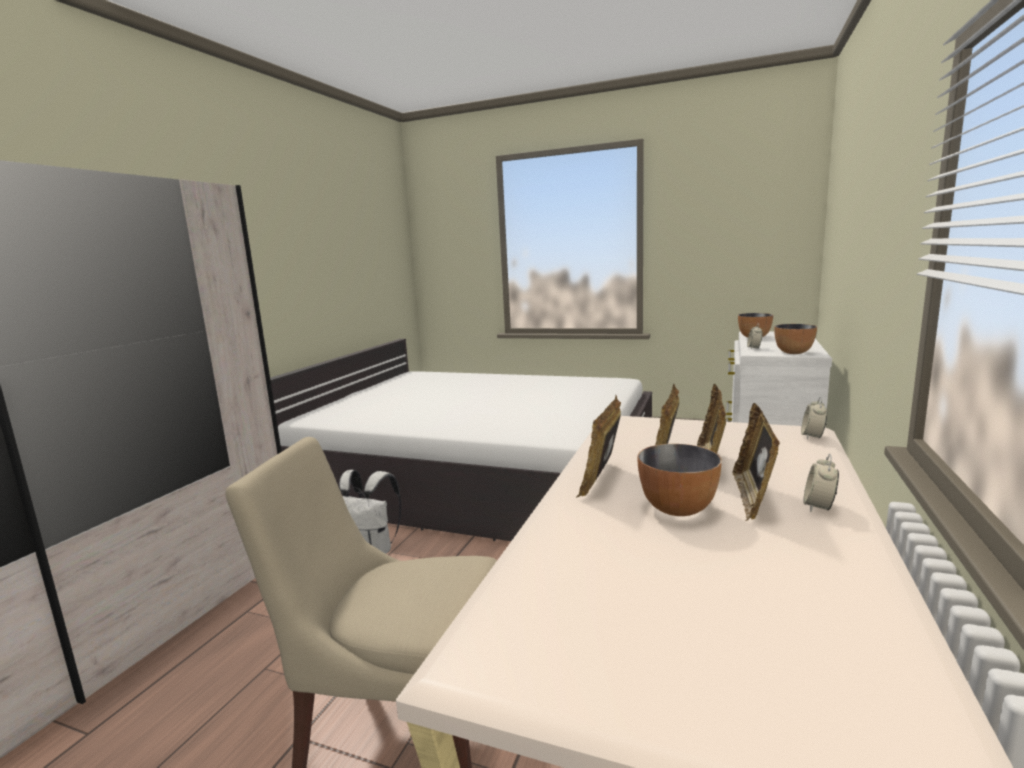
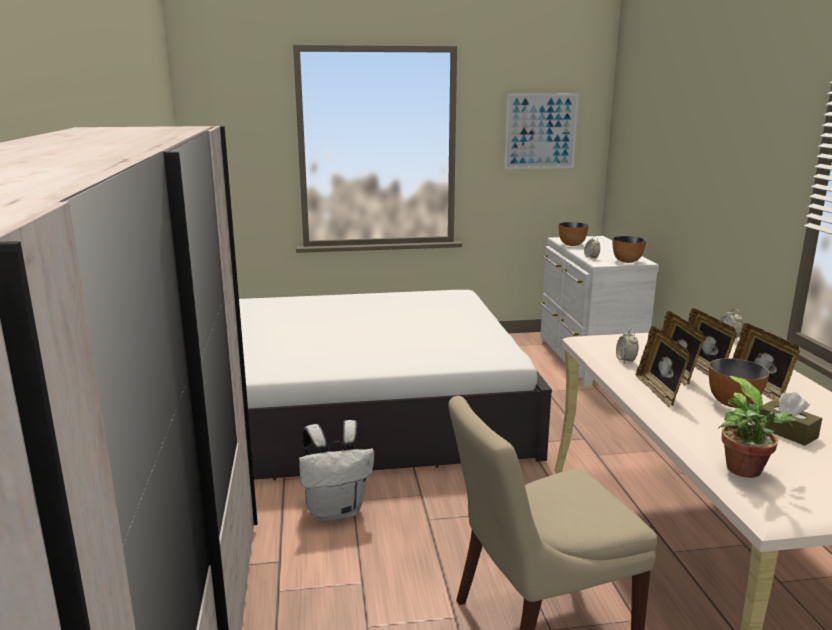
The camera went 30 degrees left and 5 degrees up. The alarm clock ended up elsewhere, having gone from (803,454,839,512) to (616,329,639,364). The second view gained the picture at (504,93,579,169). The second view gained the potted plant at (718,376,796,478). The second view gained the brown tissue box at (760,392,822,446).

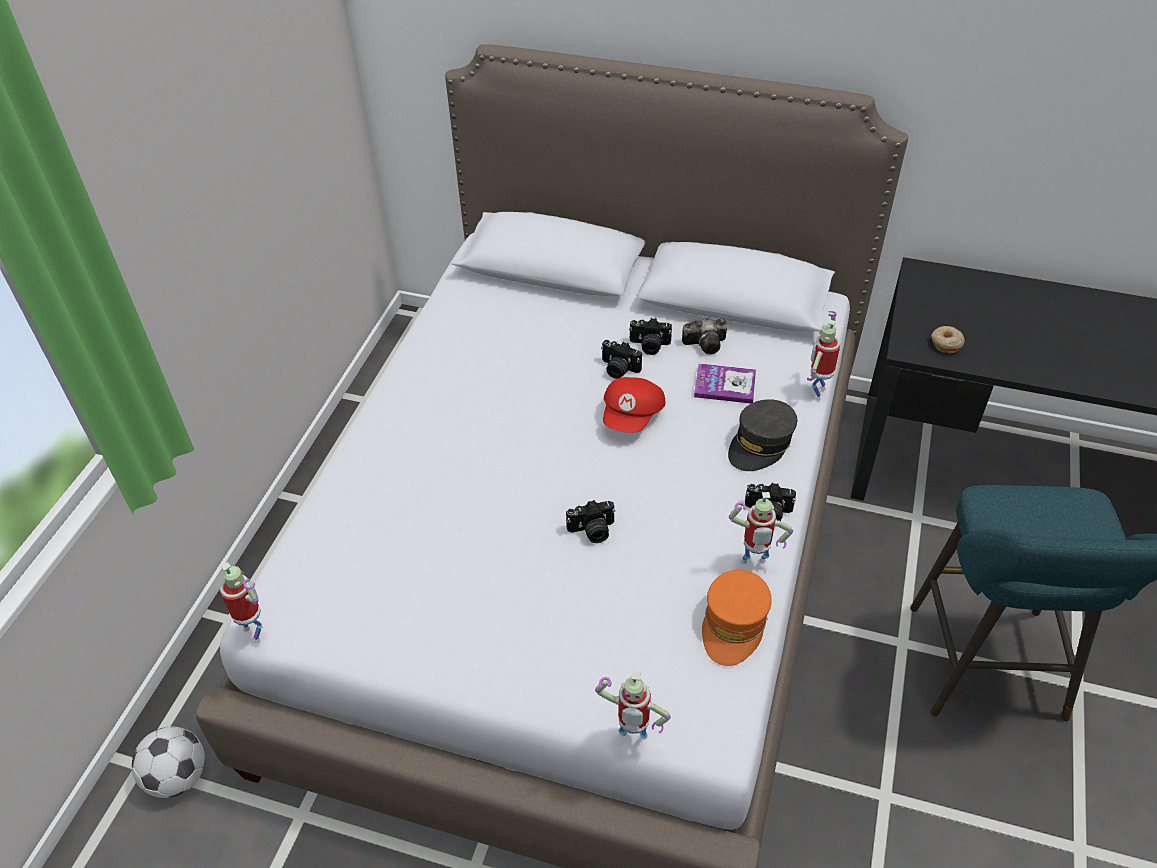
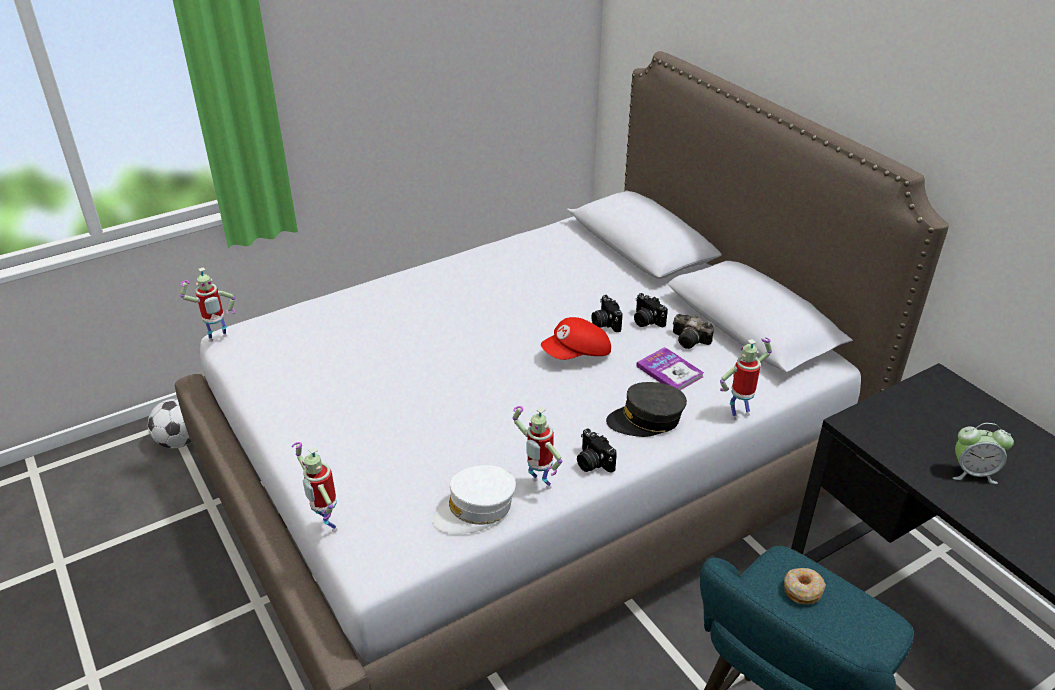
The camera went 40 degrees right and 10 degrees down. The donut ended up elsewhere, having gone from (931,326,965,353) to (784,568,826,604). The second view lost the photo camera at (566,500,616,543). The toy robot at (220,562,262,644) ended up facing another way, 60 degrees clockwise from before. What was the orange cap at (702,570,772,666) turned into the white cap at (432,465,516,534). The second view gained the alarm clock at (953,423,1014,484).

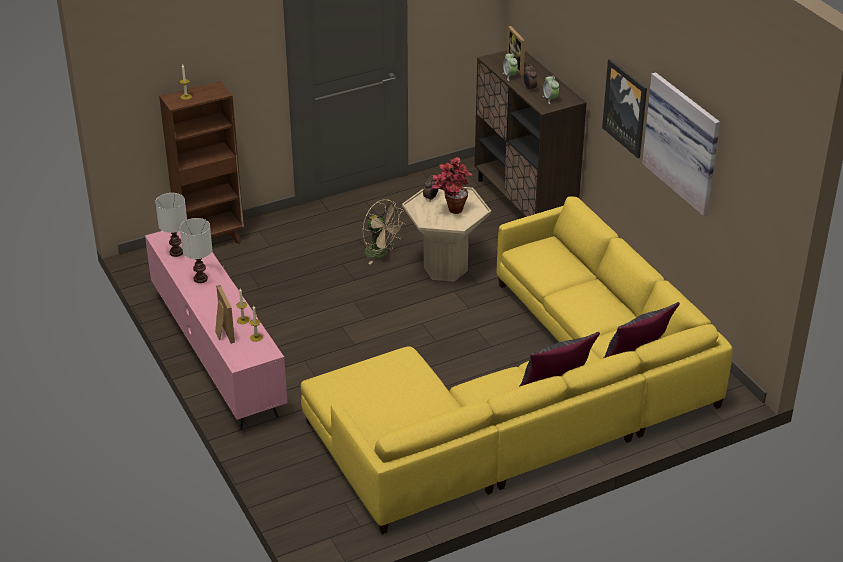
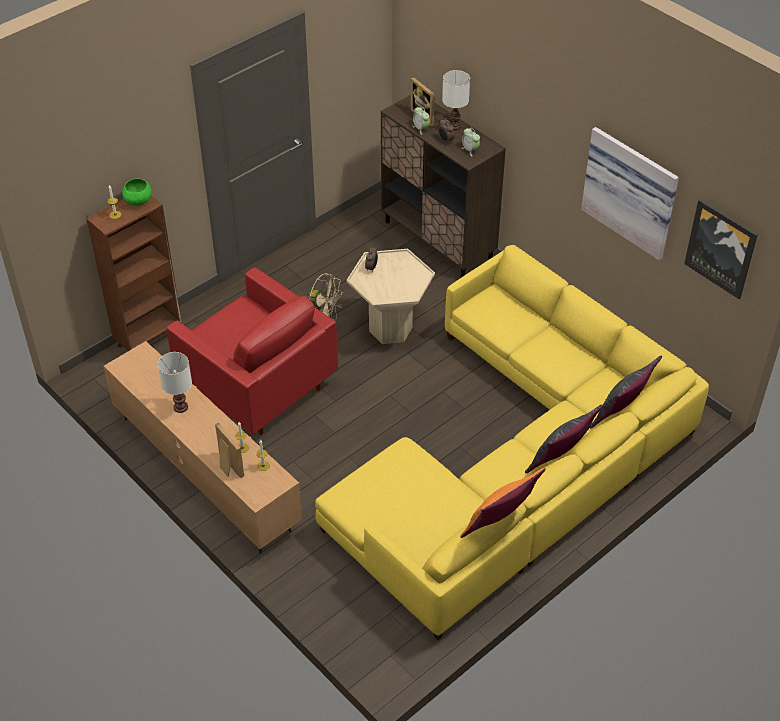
The camera went 15 degrees left and 10 degrees up. The picture ended up elsewhere, having gone from (602,59,647,158) to (684,199,758,299). The second view lost the potted plant at (431,157,472,214). The white table lamp ended up elsewhere, having gone from (155,193,187,257) to (442,70,470,130). What was the pink tv stand at (145,231,287,430) turned into the brown tv stand at (104,341,302,554). The second view gained the green bowl at (122,179,152,206). The second view gained the red armchair at (167,267,338,435). The second view gained the orange pillow at (460,468,546,538).

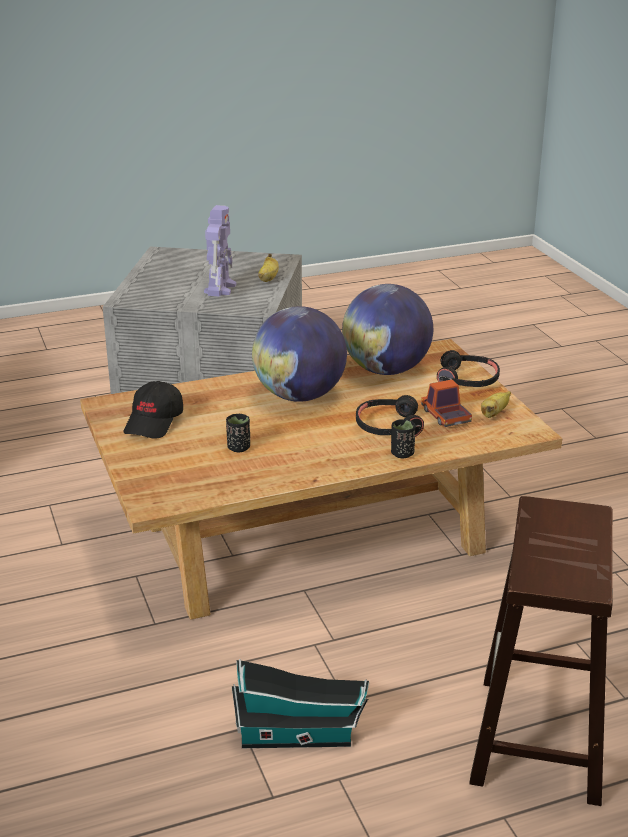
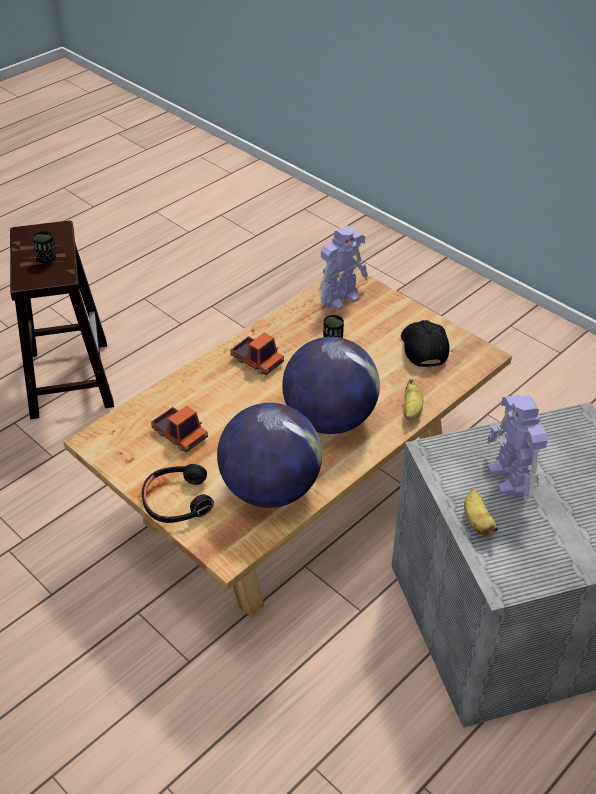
The camera went 155 degrees right and 15 degrees up. The banana ended up elsewhere, having gone from (481,391,511,418) to (404,379,423,420). The second view lost the black headphones at (356,395,424,437). The black cup ended up elsewhere, having gone from (391,419,415,458) to (32,231,56,264). The second view lost the toy house at (232,659,369,748). The second view gained the toy robot at (319,226,368,310). The second view gained the toy truck at (231,333,284,375).

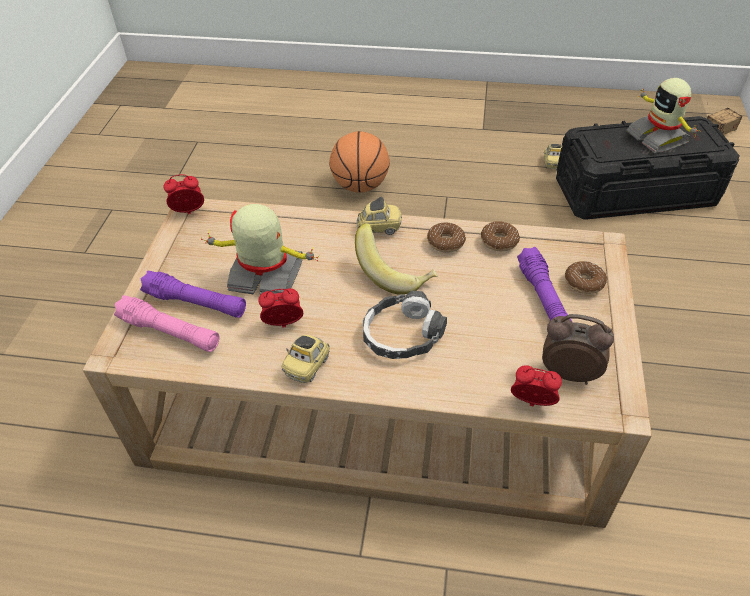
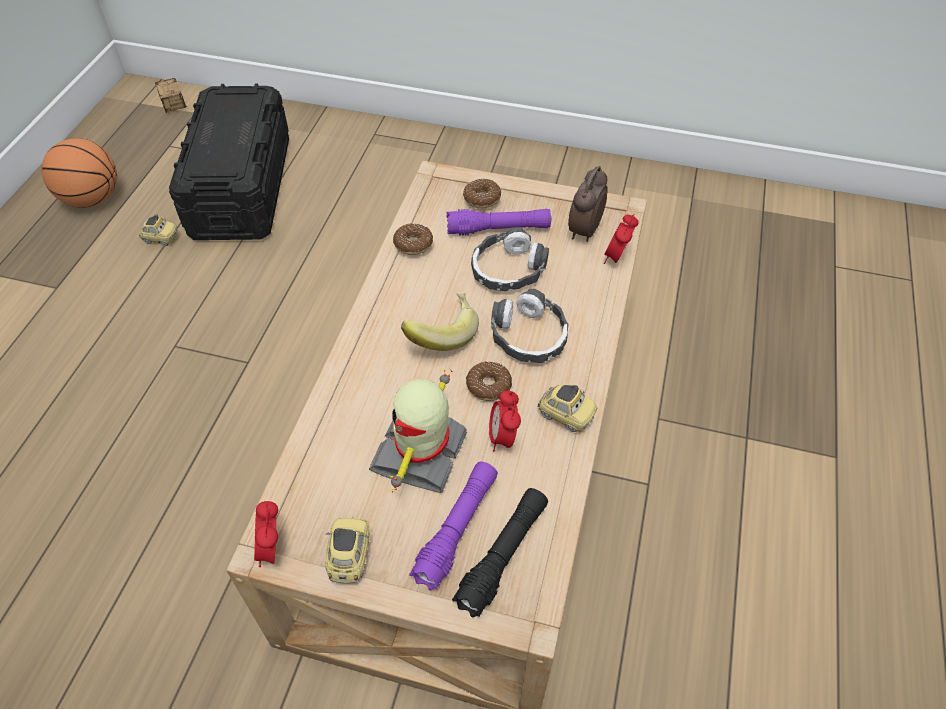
The camera went 85 degrees left and 5 degrees up. The second view lost the toy robot at (626,78,701,153). The basketball ended up elsewhere, having gone from (329,131,390,193) to (42,138,117,208). The toy car ended up elsewhere, having gone from (357,197,402,235) to (326,518,370,583). The donut ended up elsewhere, having gone from (427,223,466,253) to (466,361,512,401). What was the pink flashlight at (114,295,220,352) turned into the black flashlight at (452,488,548,618). The second view gained the headphones at (471,227,549,291).

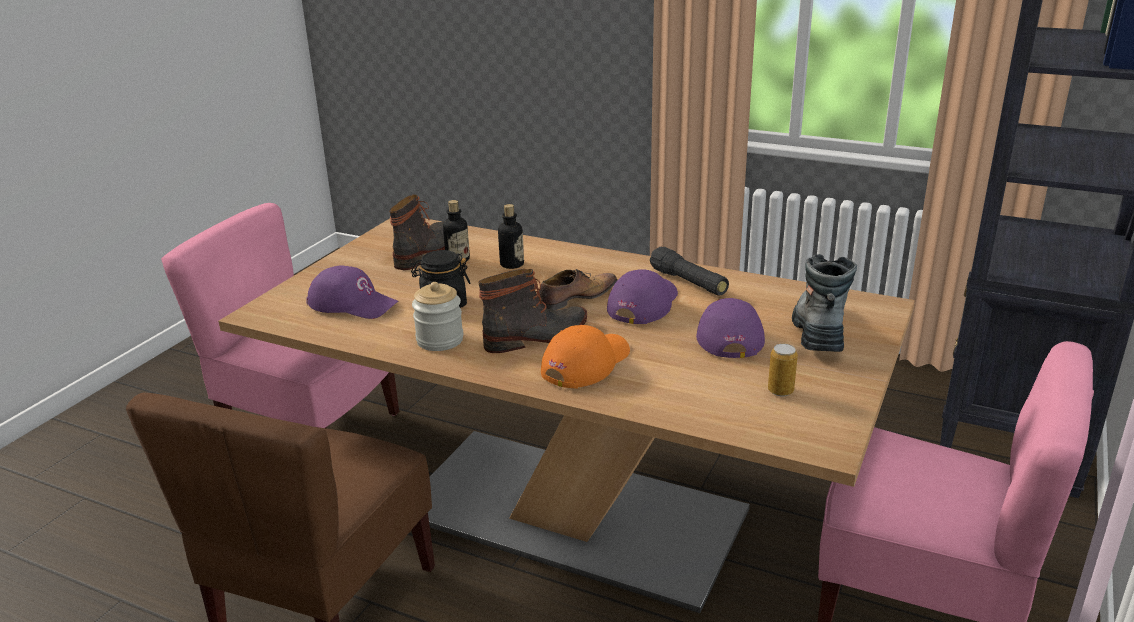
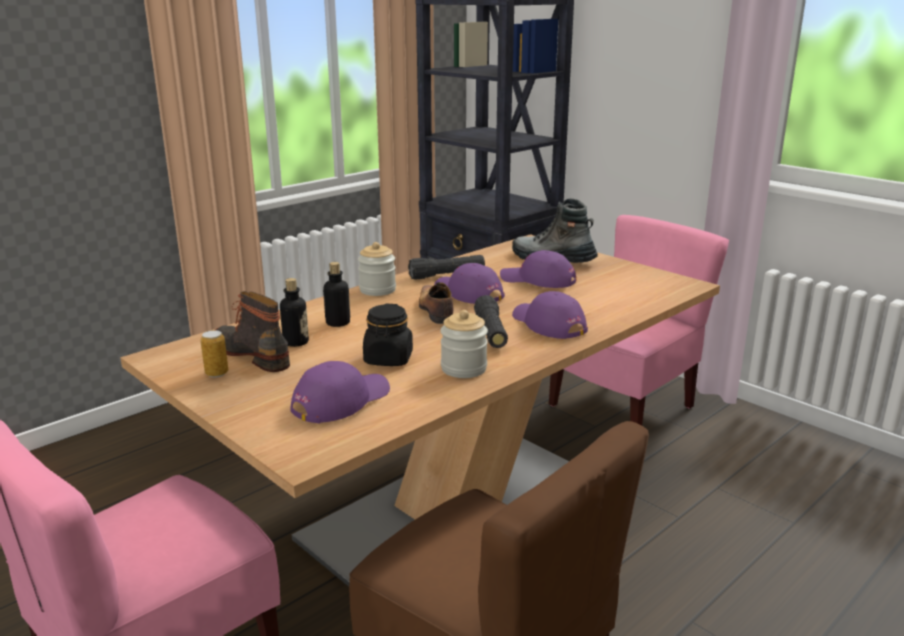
The camera went 70 degrees left and 5 degrees down. Where the boot stood at (479,269,587,353), the black flashlight came to stand at (474,295,508,348). What was the orange cap at (541,325,630,389) turned into the purple cap at (512,291,588,339). The can ended up elsewhere, having gone from (768,344,798,396) to (200,330,228,377). The second view gained the jar at (358,242,396,296).

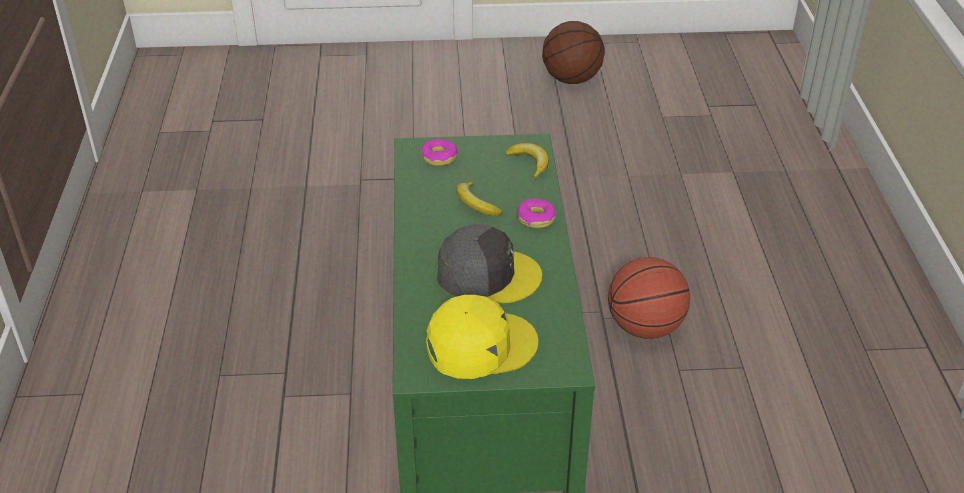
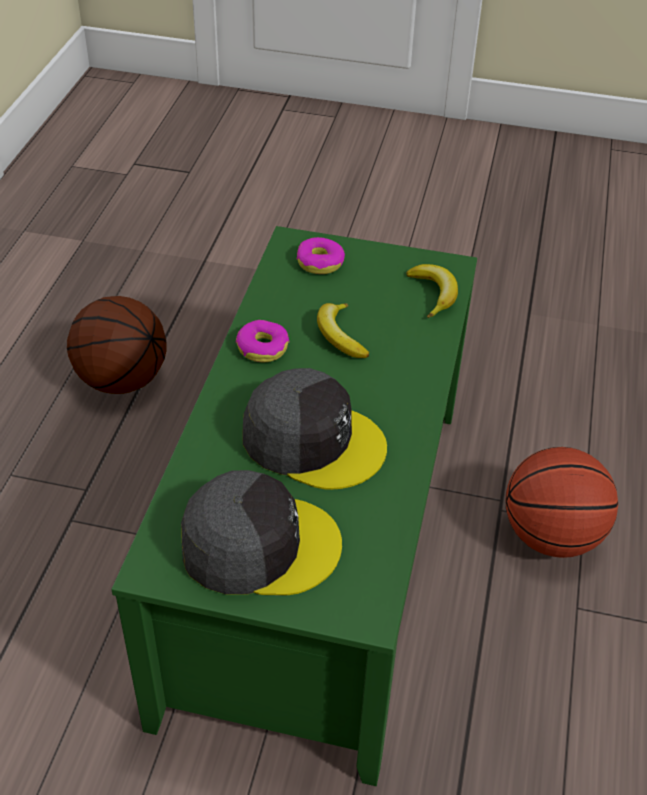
The camera went 15 degrees right and 5 degrees up. The basketball ended up elsewhere, having gone from (542,21,605,84) to (67,296,167,394). The donut ended up elsewhere, having gone from (517,199,556,228) to (236,320,289,362). What was the yellow cap at (426,295,538,379) turned into the grey cap at (181,470,342,596).

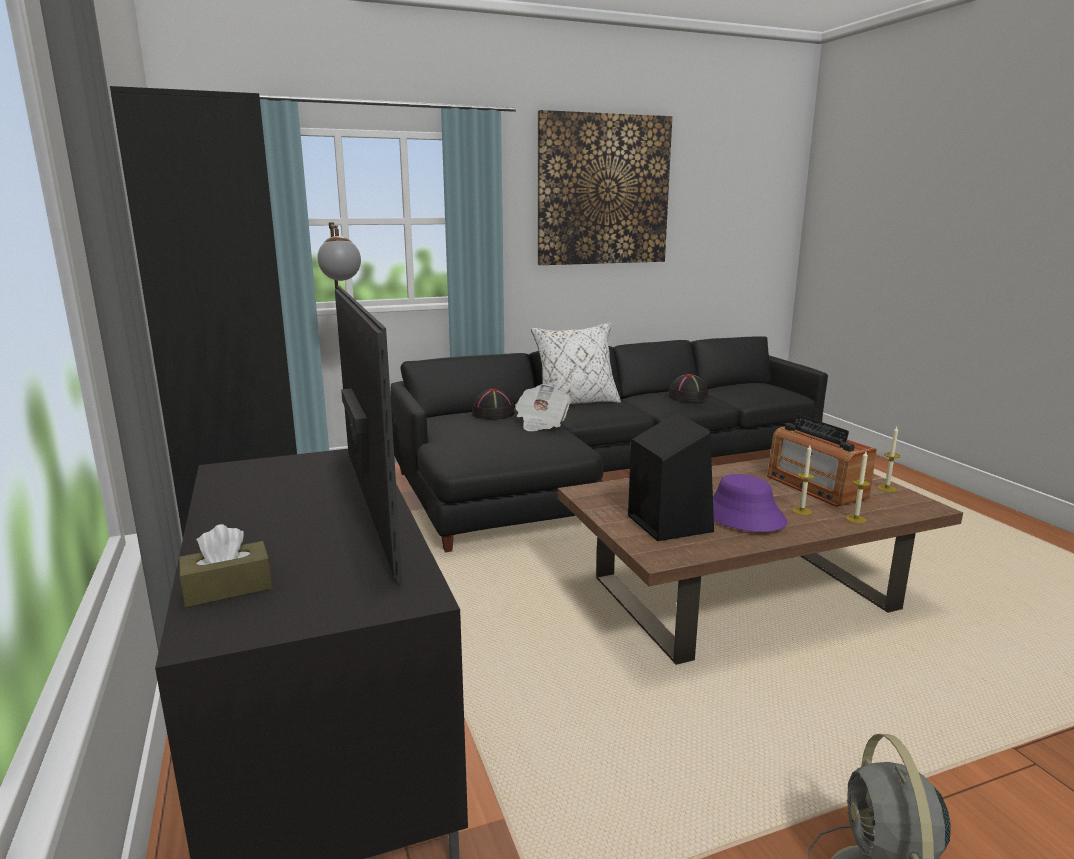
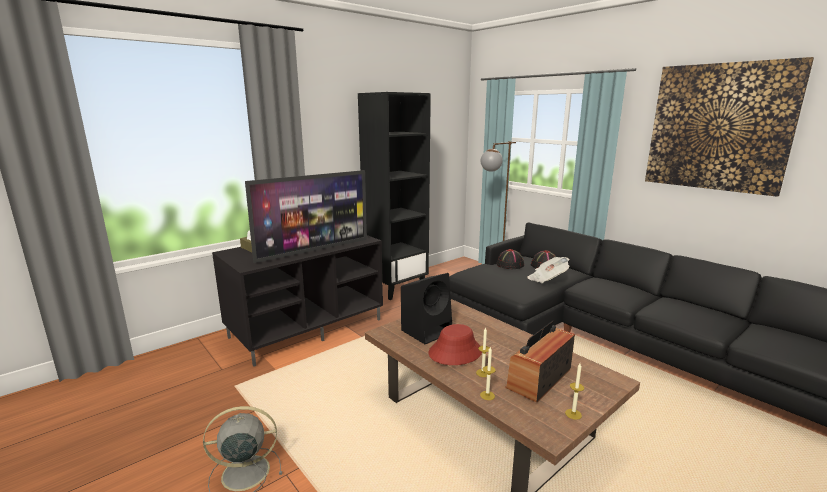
The camera went 70 degrees right and 0 degrees up. The second view lost the white pillow at (531,322,621,404). The black hat ended up elsewhere, having gone from (668,374,709,402) to (497,249,524,269). What was the purple hat at (713,474,787,532) turned into the red hat at (428,324,482,365).

